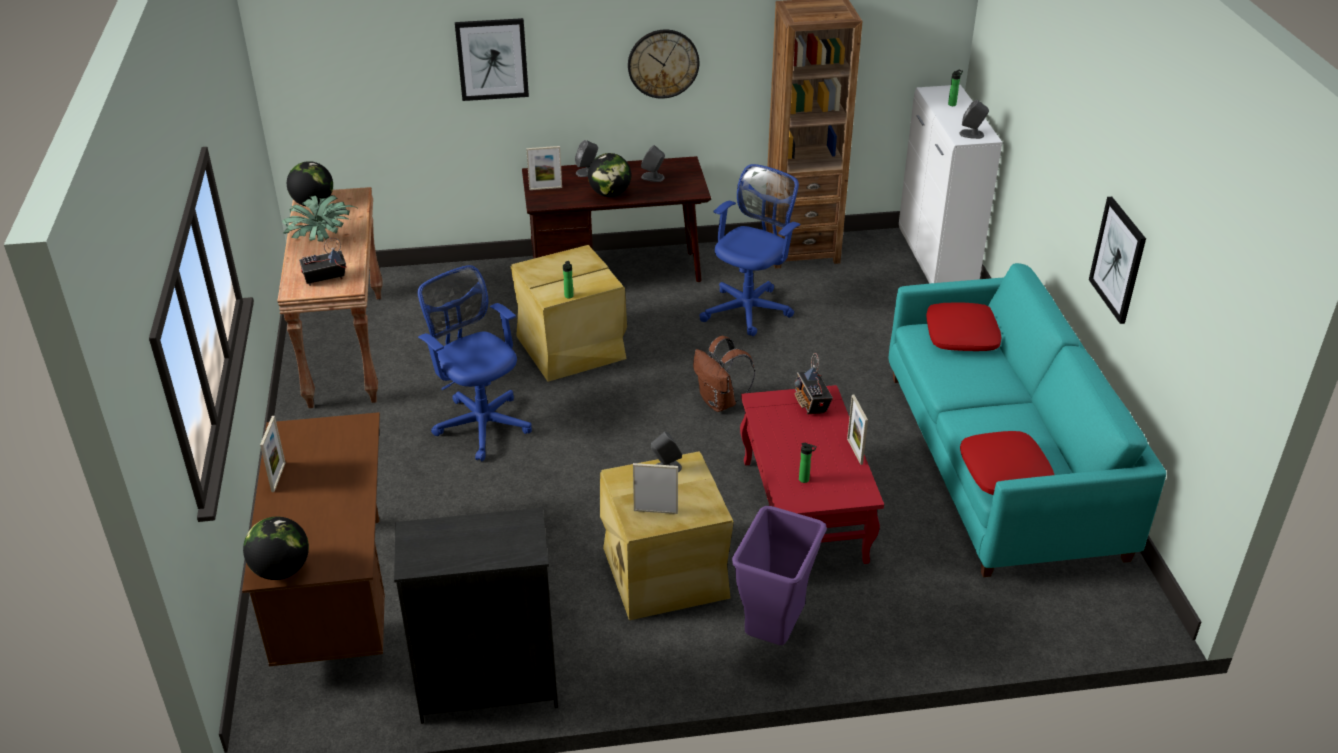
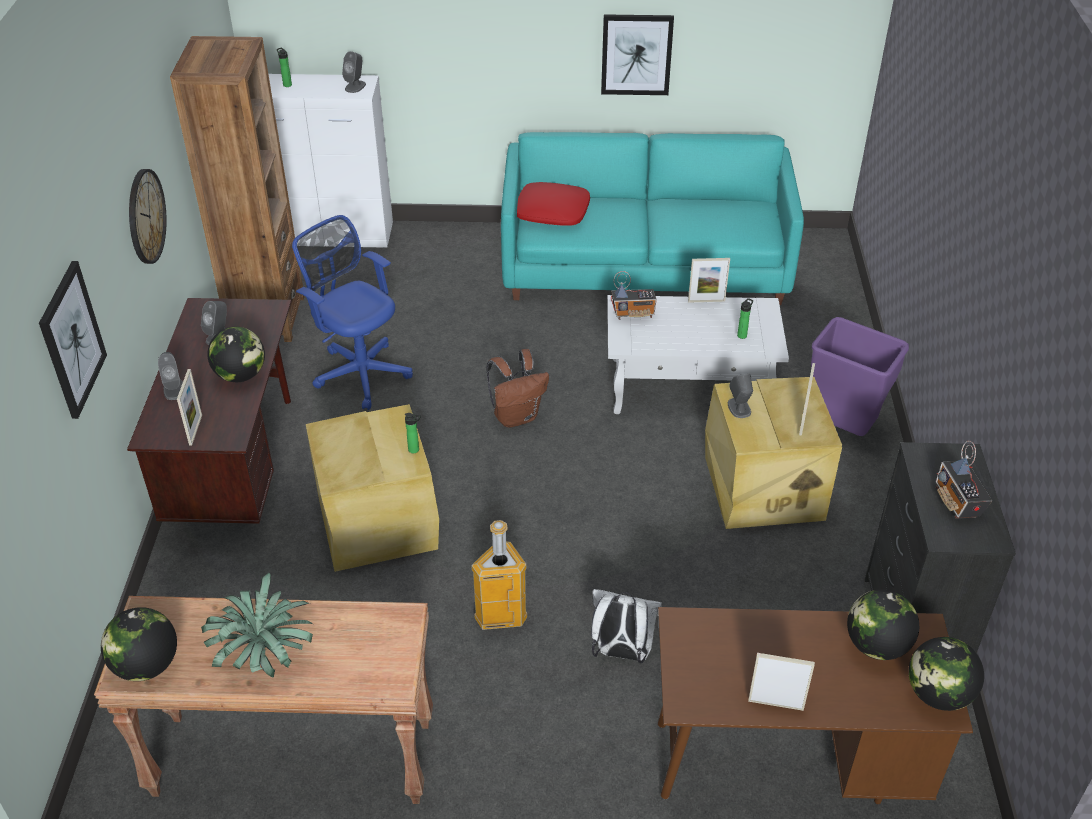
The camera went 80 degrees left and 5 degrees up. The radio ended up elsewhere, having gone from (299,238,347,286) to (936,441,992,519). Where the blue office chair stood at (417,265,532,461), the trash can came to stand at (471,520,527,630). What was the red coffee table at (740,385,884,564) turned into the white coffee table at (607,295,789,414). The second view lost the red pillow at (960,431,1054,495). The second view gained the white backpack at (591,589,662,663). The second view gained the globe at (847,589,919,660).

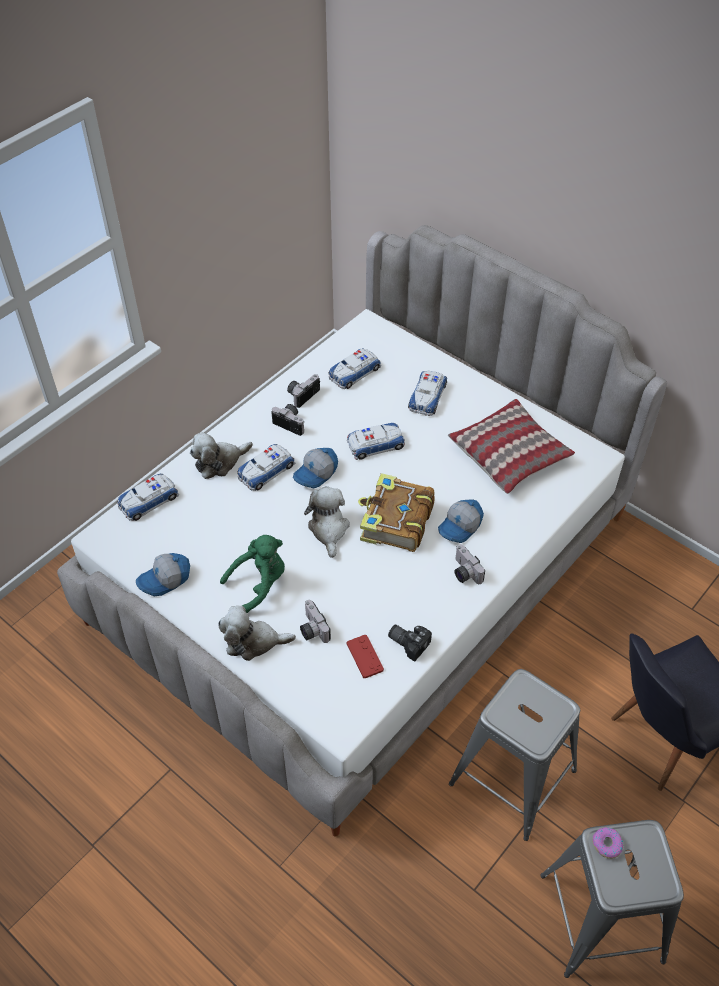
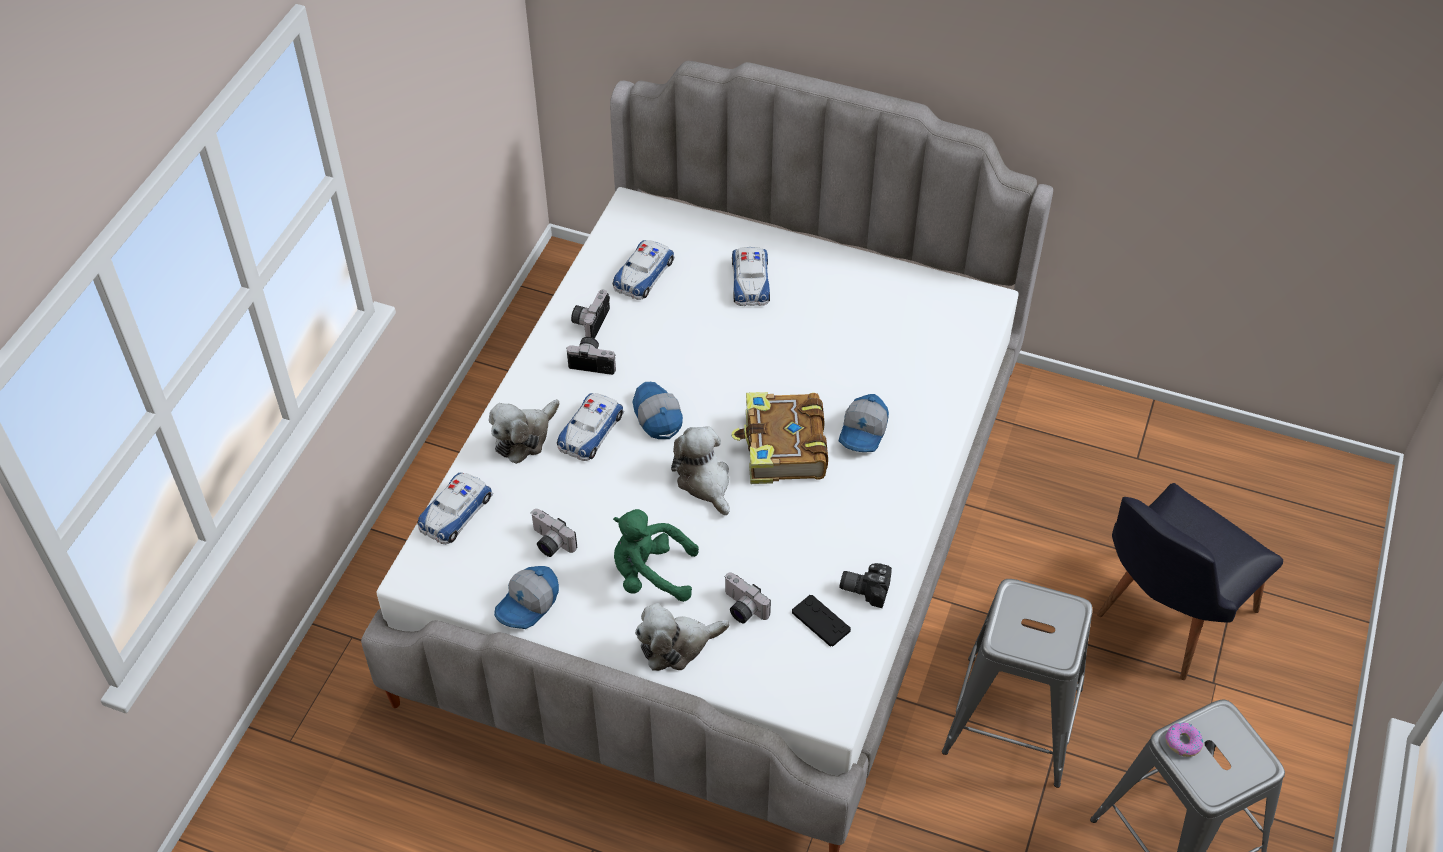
The camera went 20 degrees left and 0 degrees up. The second view lost the pillow at (448,399,575,494). The second view lost the toy car at (347,423,405,460). The cap at (293,448,338,488) ended up facing another way, 135 degrees clockwise from before. The green plush toy at (220,535,285,613) ended up facing another way, 120 degrees counterclockwise from before. The photo camera ended up elsewhere, having gone from (454,544,485,584) to (531,509,577,557). What was the red game controller at (347,635,384,678) turned into the black game controller at (792,595,851,647).

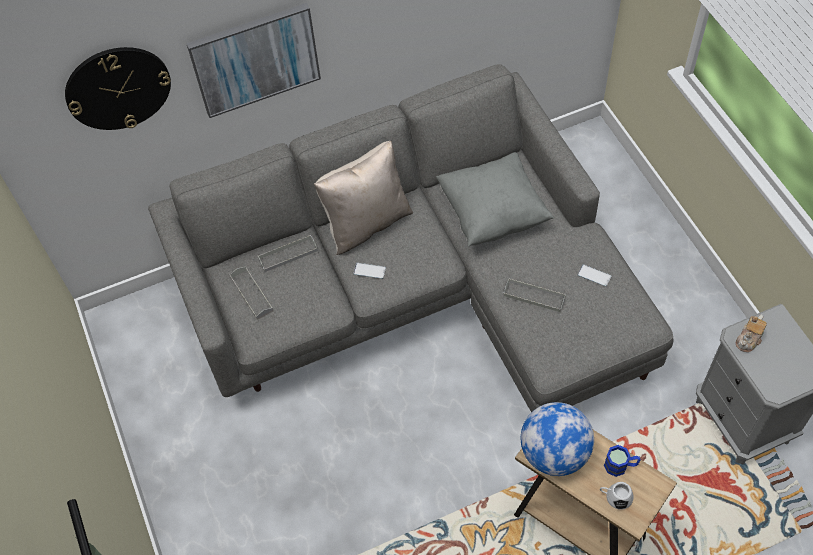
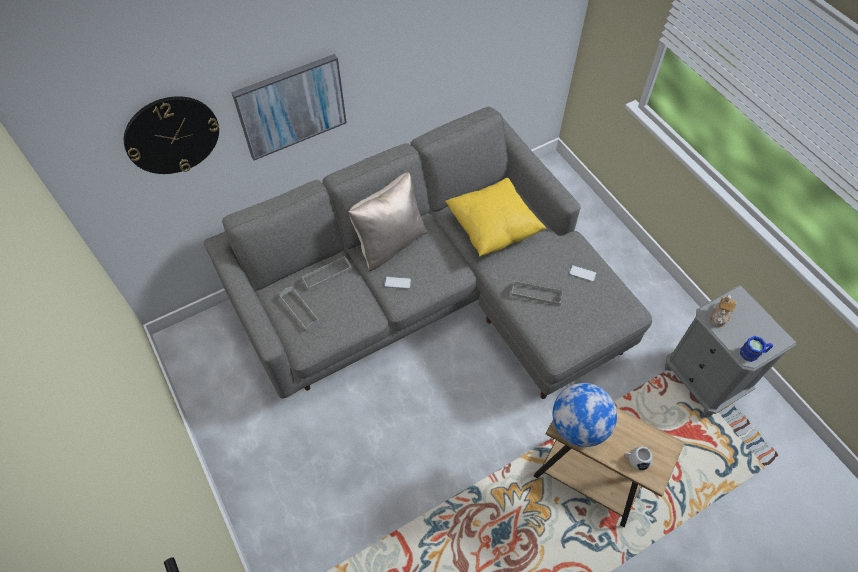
The camera went 10 degrees left and 0 degrees up. What was the grey pillow at (436,152,554,247) turned into the yellow pillow at (445,178,547,257). The blue mug ended up elsewhere, having gone from (604,445,641,477) to (740,336,773,362).

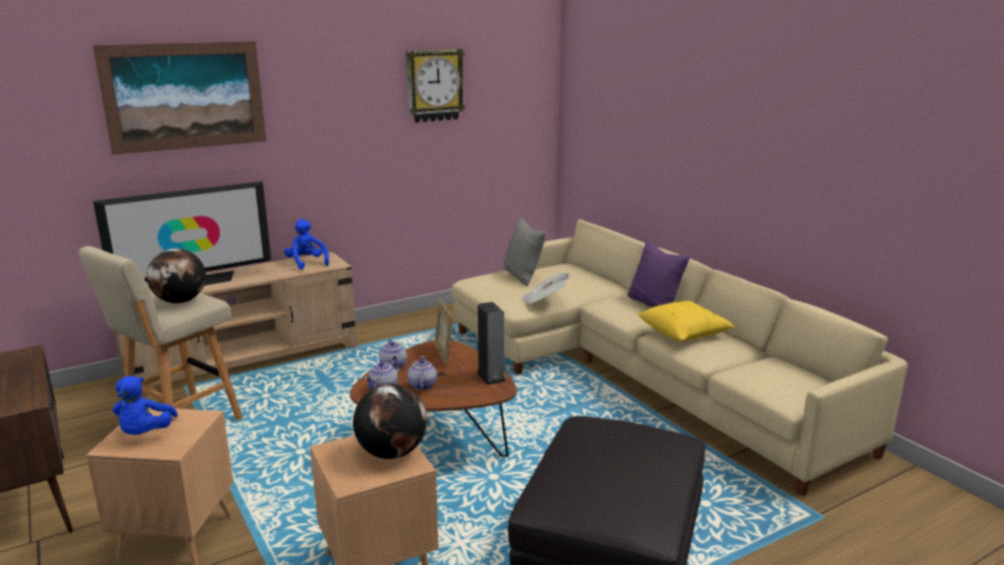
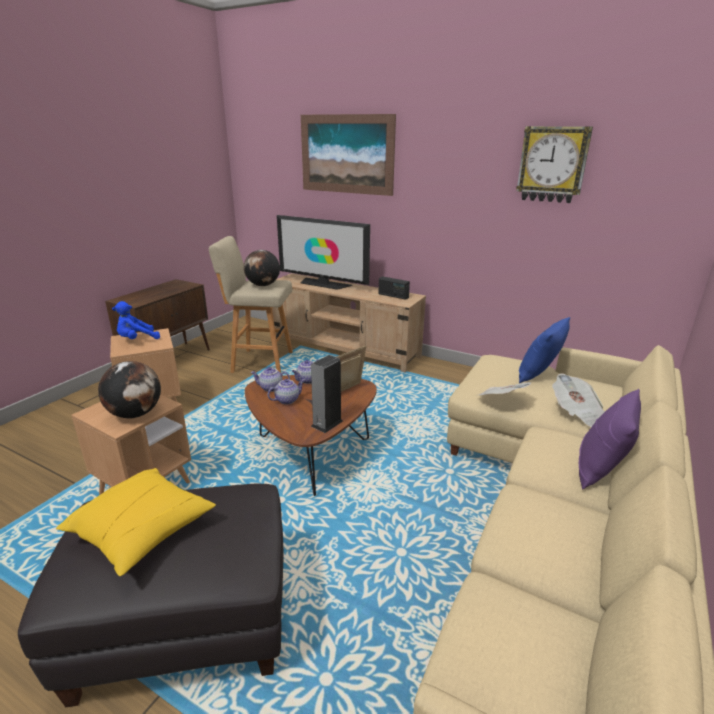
The camera went 60 degrees right and 5 degrees up. What was the grey pillow at (504,218,546,286) turned into the blue pillow at (519,317,570,383). Where the blue plush toy stood at (284,219,329,270), the radio came to stand at (378,276,410,300). The yellow pillow ended up elsewhere, having gone from (637,301,735,341) to (56,468,216,576). The second view gained the newspaper at (552,373,605,427).

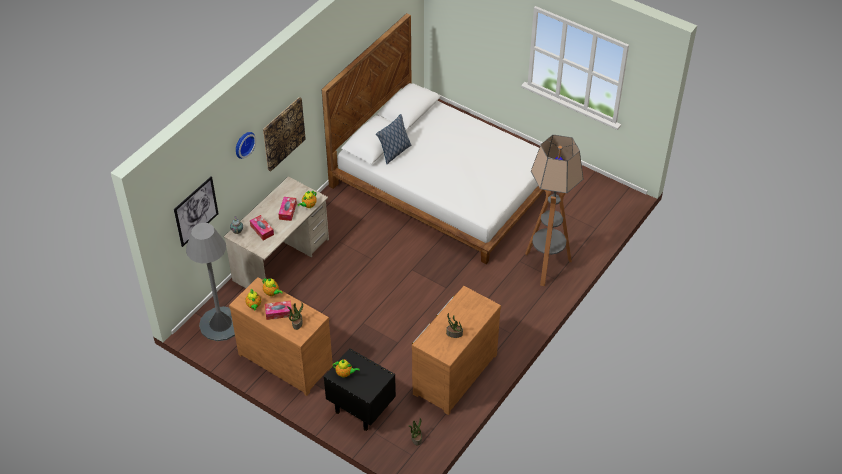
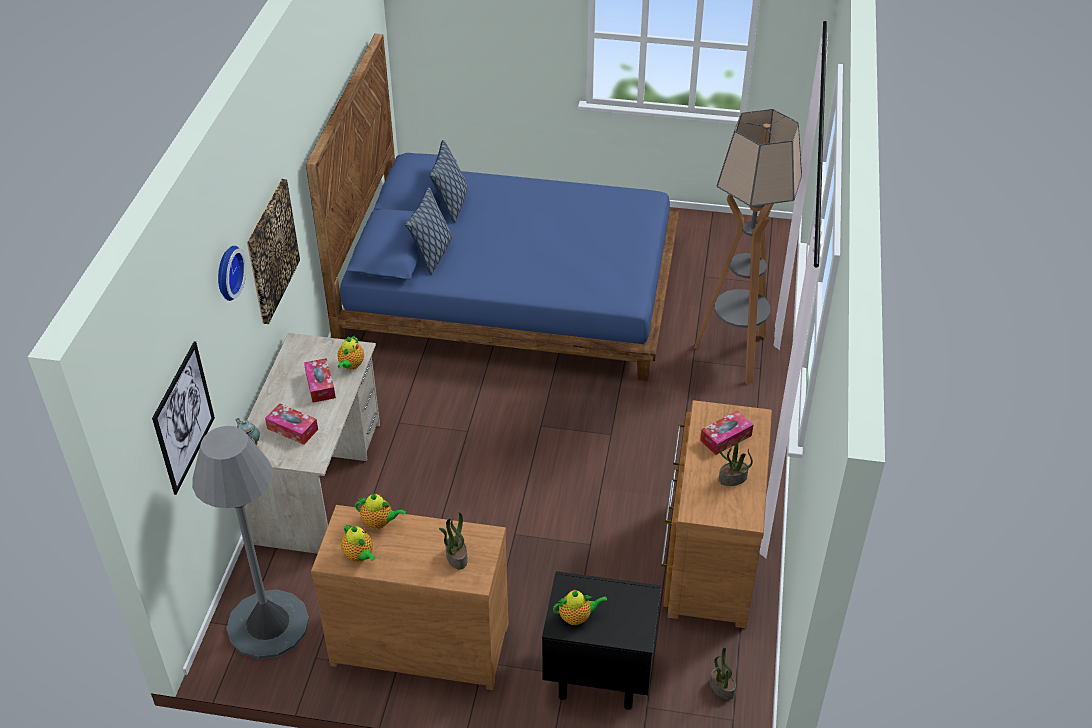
The camera went 25 degrees left and 5 degrees down. What was the white bed at (322,13,554,264) turned into the blue bed at (306,33,679,381). The tissue box ended up elsewhere, having gone from (265,301,292,320) to (700,410,753,455). The second view gained the pillow at (430,140,467,223).

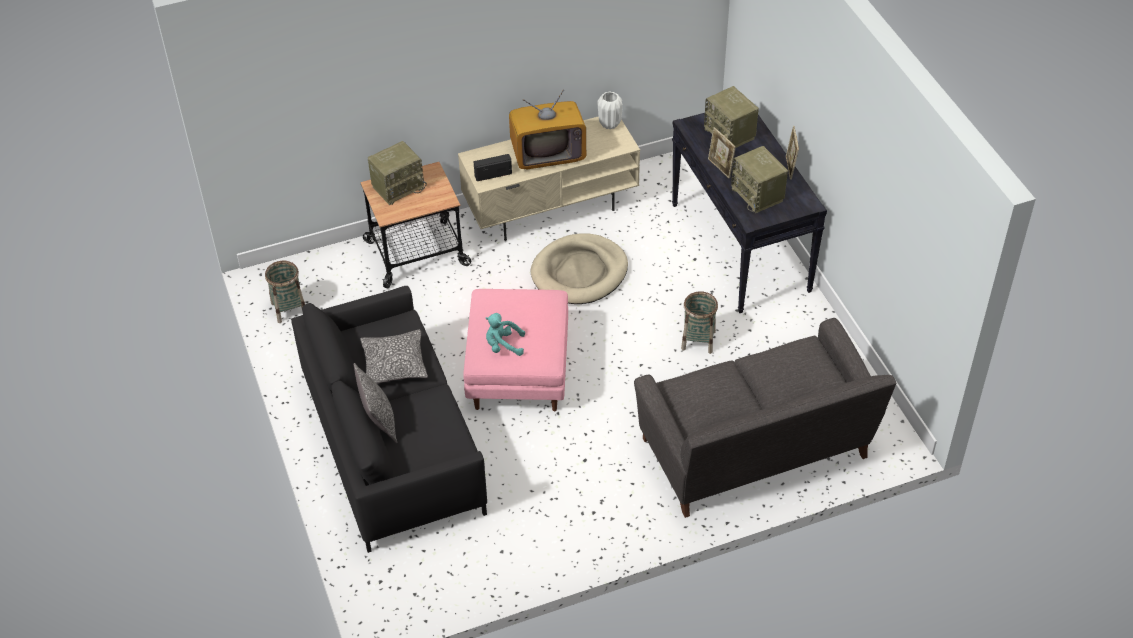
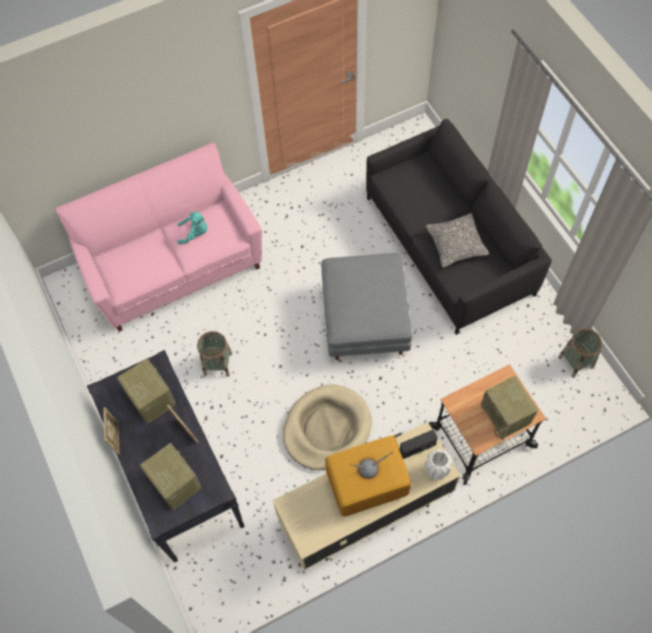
The camera went 175 degrees right and 15 degrees up. The white vase ended up elsewhere, having gone from (598,91,623,129) to (425,449,453,480). The radio at (368,141,427,205) ended up facing another way, 75 degrees counterclockwise from before. What was the pink ottoman at (463,289,568,411) turned into the grey ottoman at (321,253,412,360). The turquoise plush toy ended up elsewhere, having gone from (485,313,525,356) to (177,212,207,245). What was the grey sofa at (634,318,896,518) turned into the pink sofa at (56,142,262,332). The second view lost the pillow at (354,363,397,443).

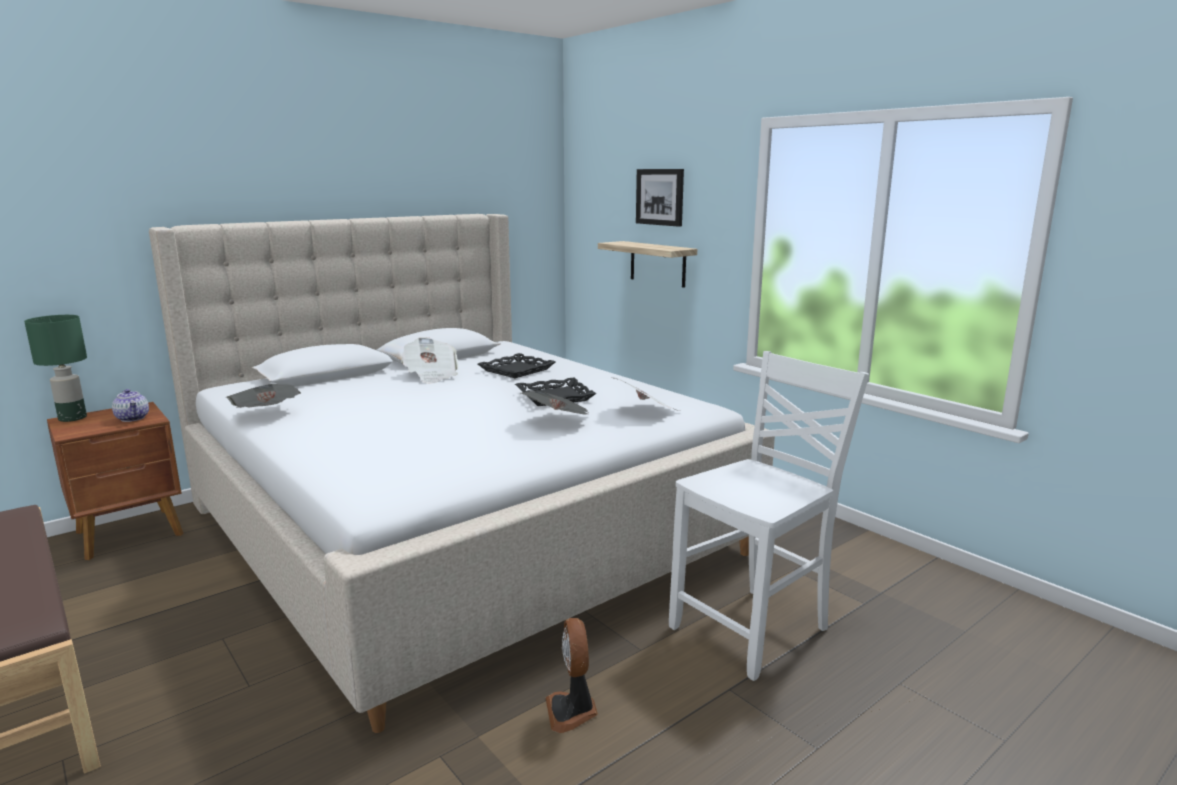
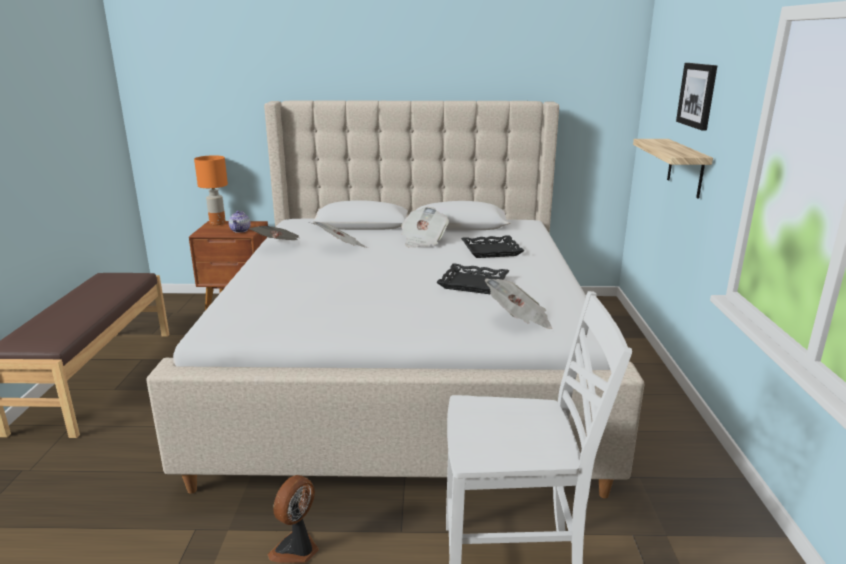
The camera went 40 degrees right and 5 degrees up. What was the green table lamp at (24,315,87,422) turned into the orange table lamp at (194,155,228,225). The newspaper ended up elsewhere, having gone from (521,391,590,414) to (312,221,368,248).

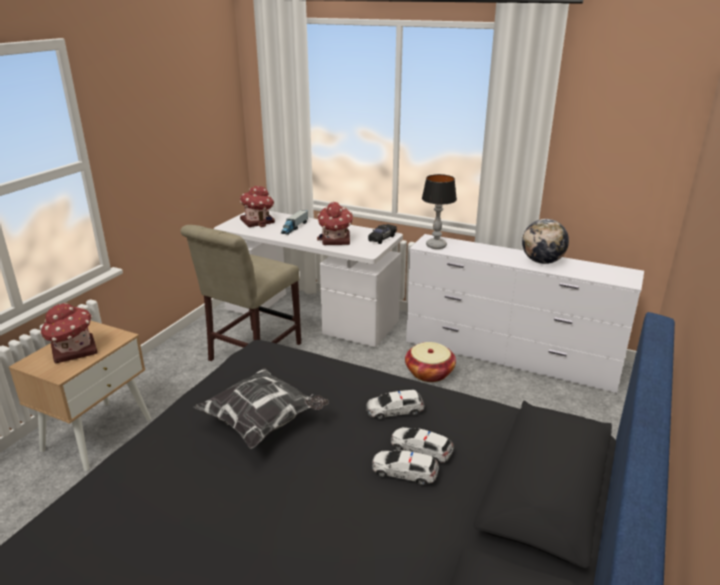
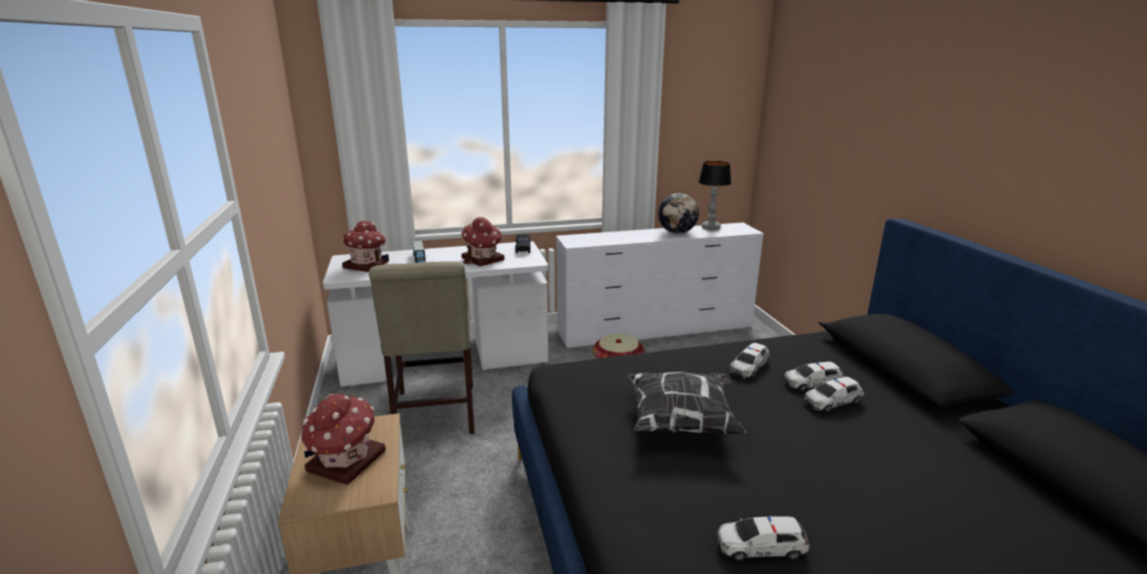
The camera went 40 degrees left and 5 degrees down. The table lamp ended up elsewhere, having gone from (422,174,457,249) to (699,161,731,230). The second view gained the toy car at (717,516,810,561).

